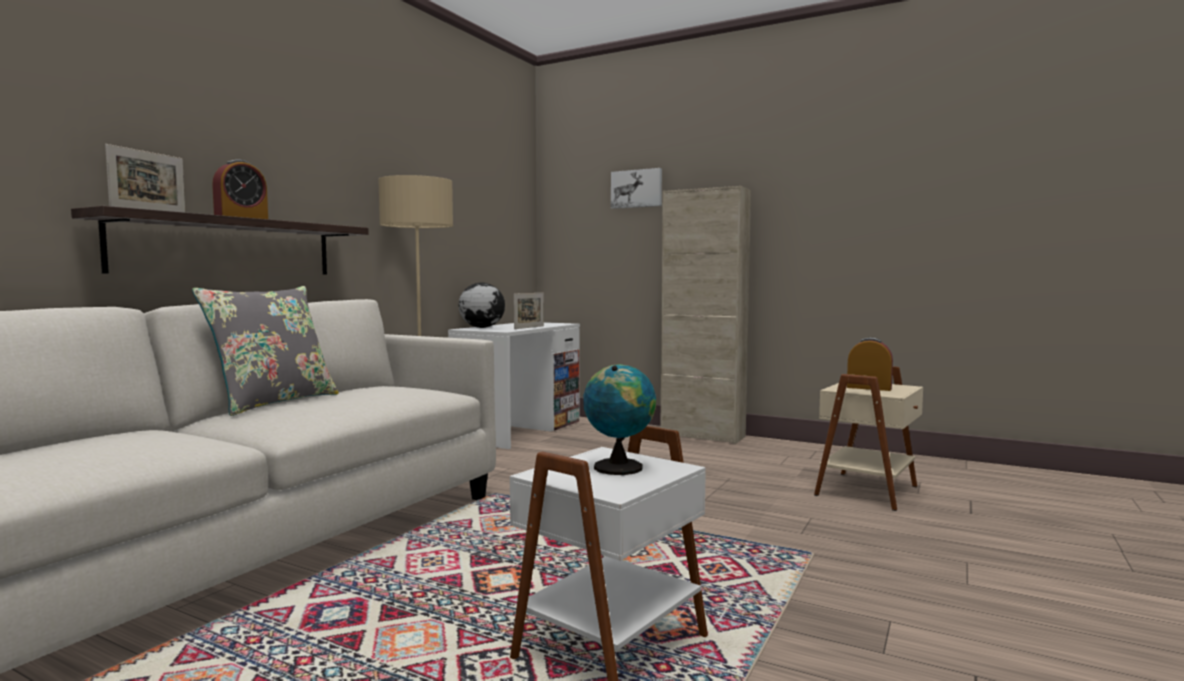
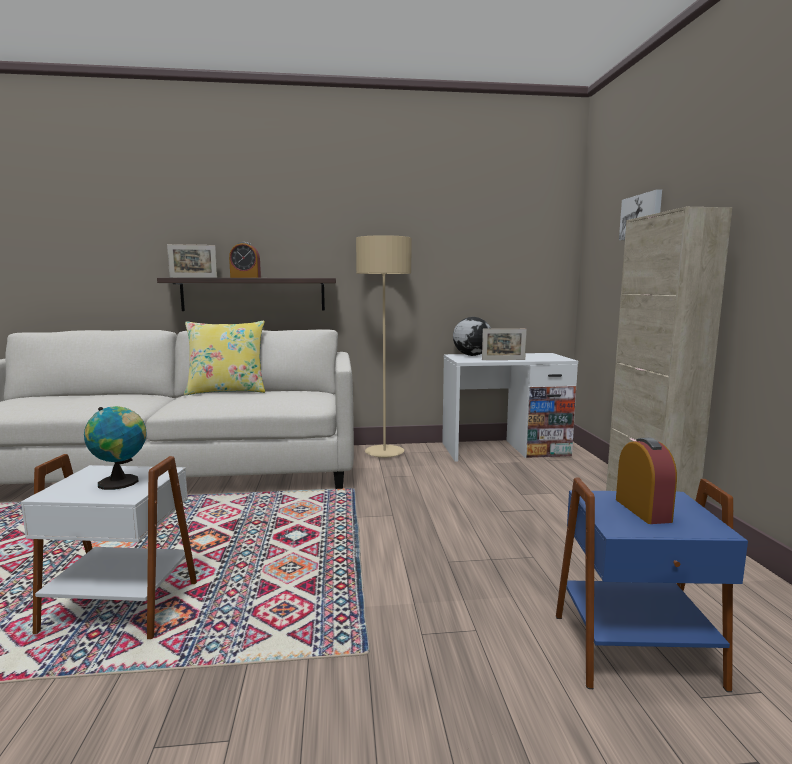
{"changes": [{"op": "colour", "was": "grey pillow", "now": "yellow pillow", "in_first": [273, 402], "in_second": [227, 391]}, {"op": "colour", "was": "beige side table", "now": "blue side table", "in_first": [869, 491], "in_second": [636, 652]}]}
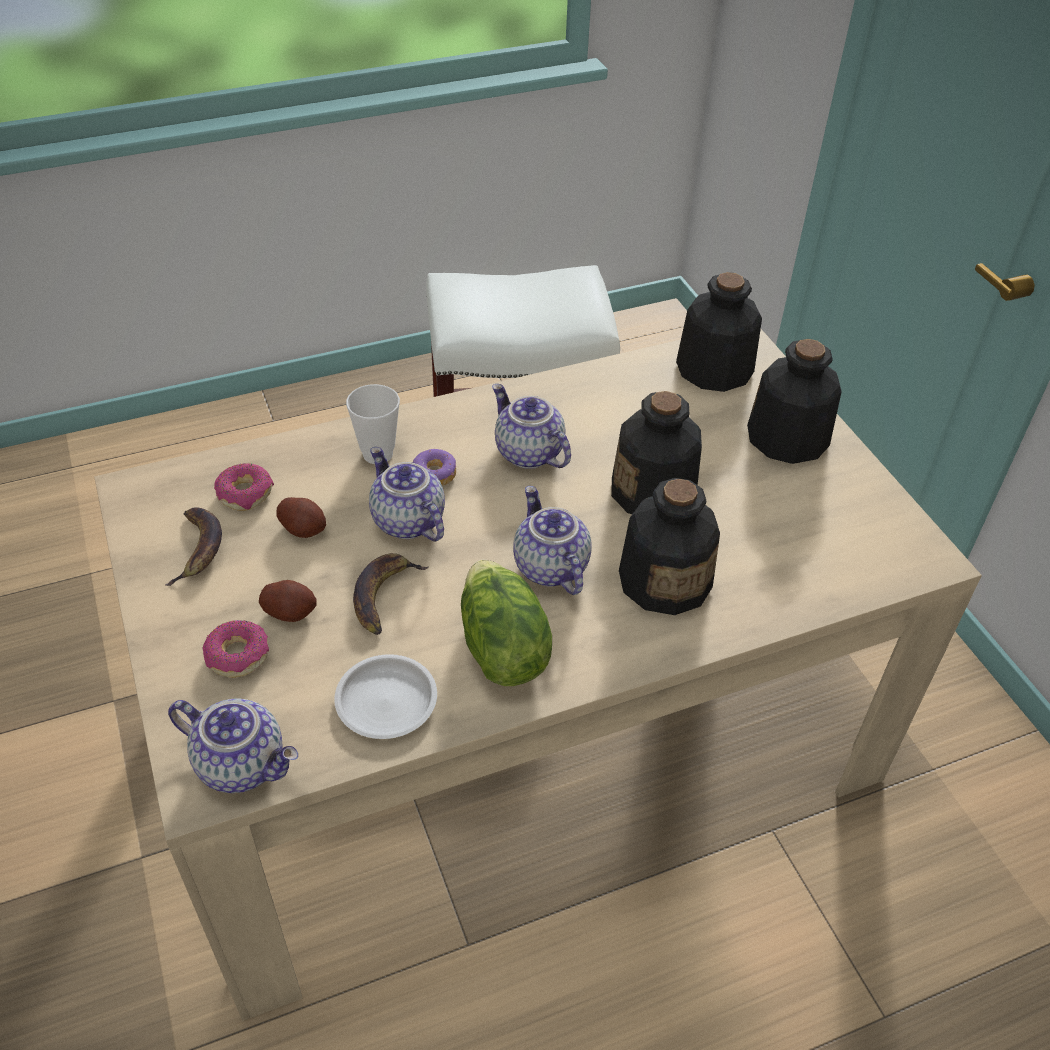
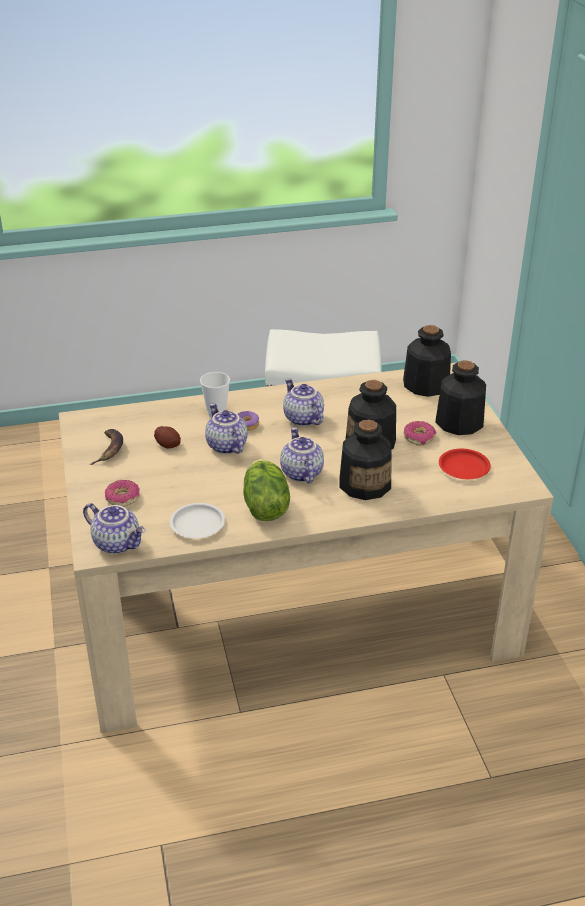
{"changes": [{"op": "relocated", "was": "donut", "in_first": [245, 493], "in_second": [419, 437]}, {"op": "missing", "was": "potato", "in_first": [290, 612]}, {"op": "missing", "was": "banana", "in_first": [384, 595]}, {"op": "appeared", "now": "red plate", "in_second": [463, 468]}]}
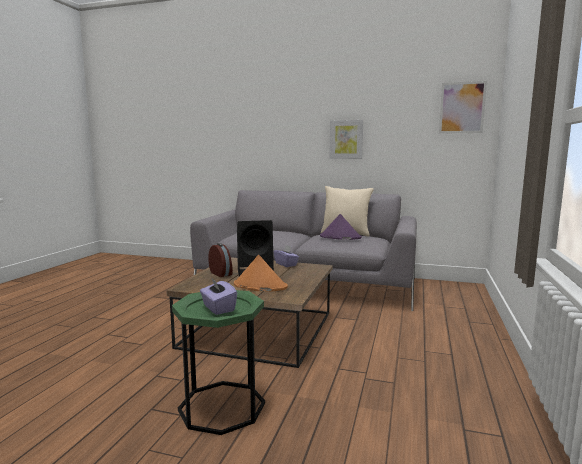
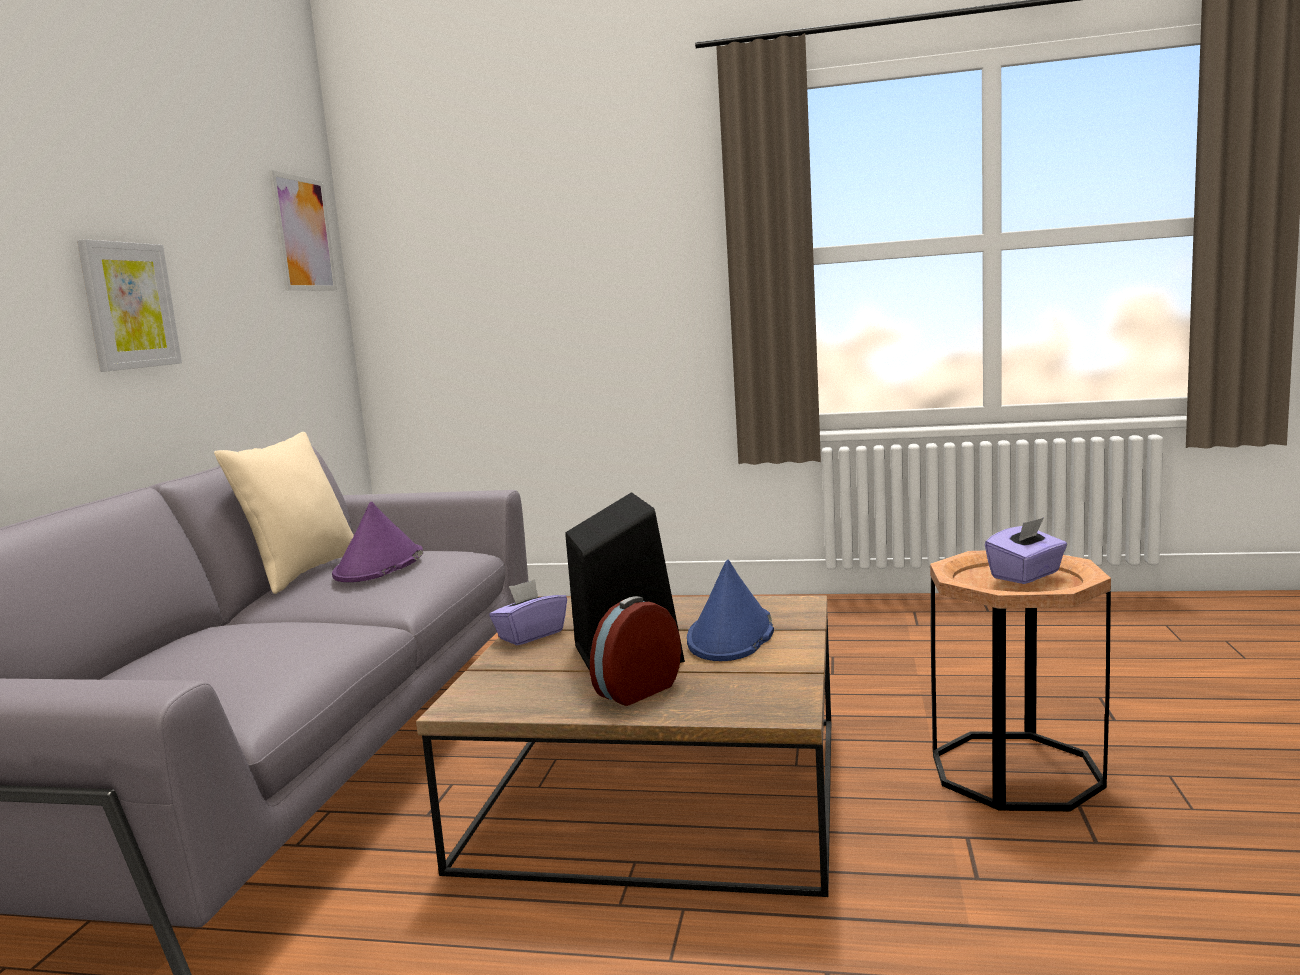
{"changes": [{"op": "colour", "was": "green side table", "now": "brown side table", "in_first": [222, 406], "in_second": [1016, 771]}, {"op": "colour", "was": "orange hat", "now": "blue hat", "in_first": [260, 286], "in_second": [731, 636]}]}
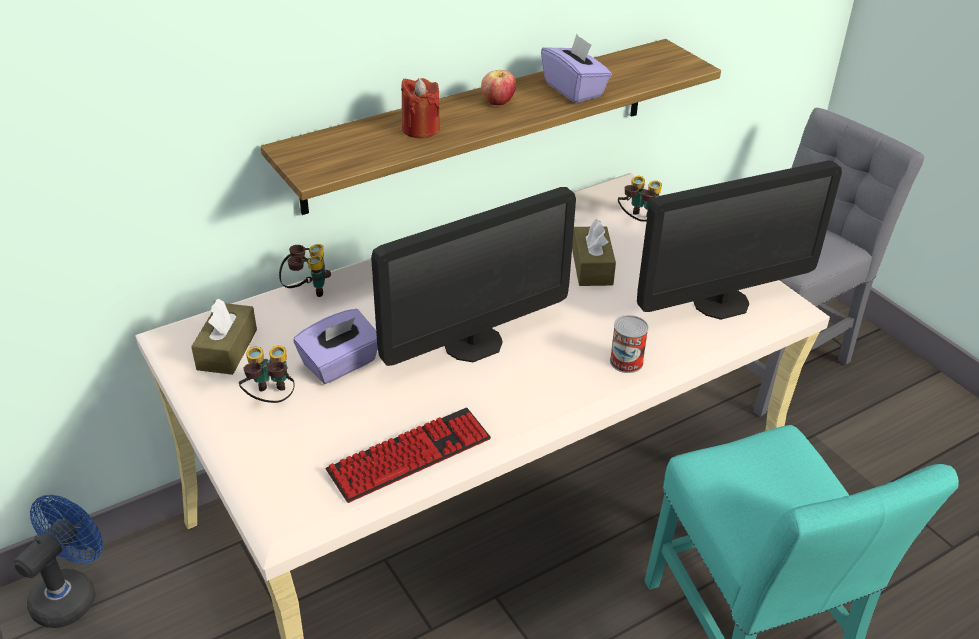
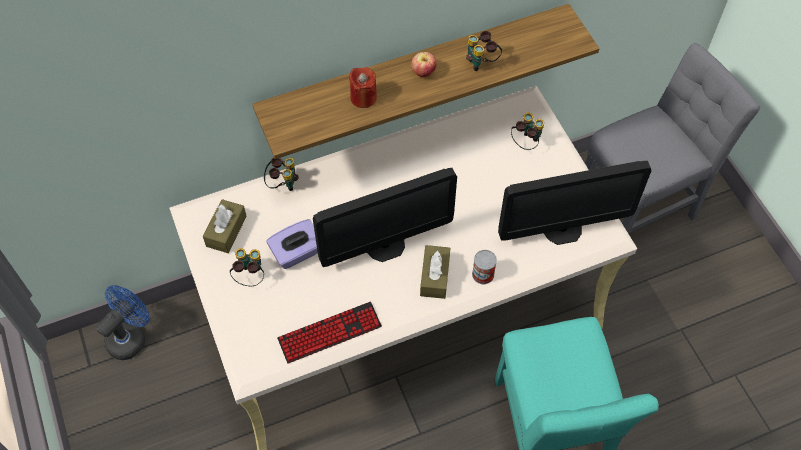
{"changes": [{"op": "exchanged", "was": "purple tissue box", "now": "binoculars", "in_first": [574, 89], "in_second": [482, 62]}, {"op": "relocated", "was": "brown tissue box", "in_first": [592, 267], "in_second": [435, 276]}]}
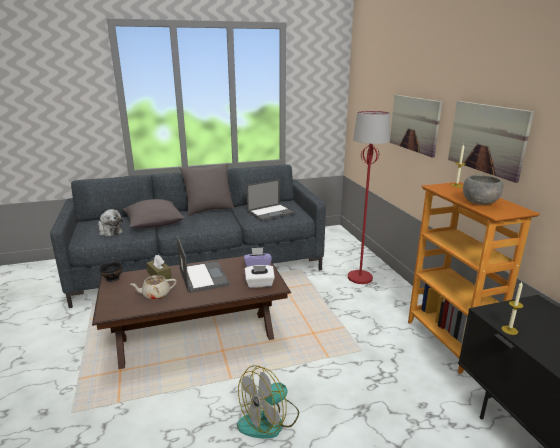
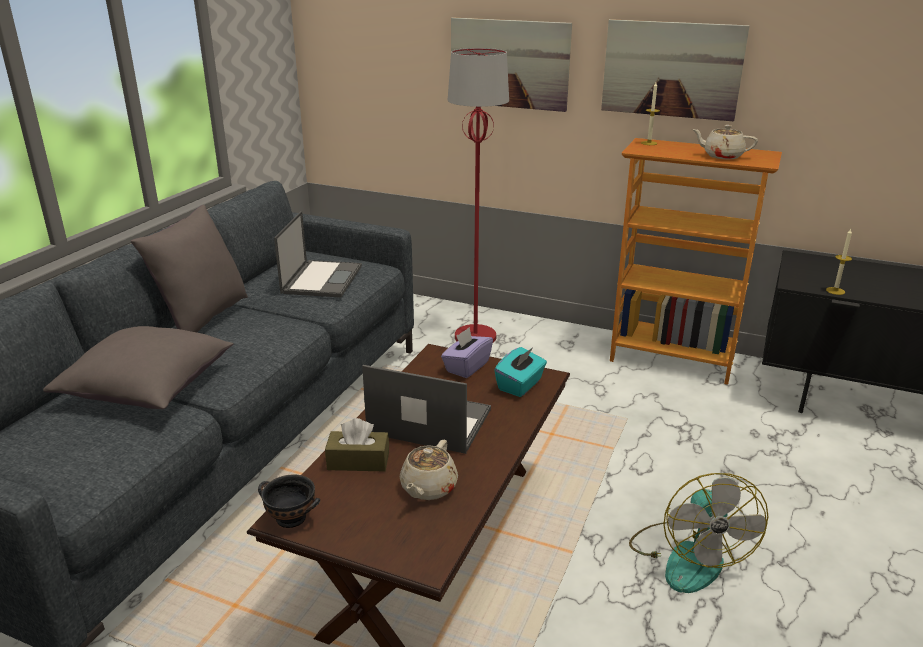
{"changes": [{"op": "missing", "was": "plush toy", "in_first": [109, 231]}, {"op": "colour", "was": "white tissue box", "now": "turquoise tissue box", "in_first": [259, 284], "in_second": [520, 385]}, {"op": "exchanged", "was": "grey bowl", "now": "beige teapot", "in_first": [480, 203], "in_second": [722, 156]}]}
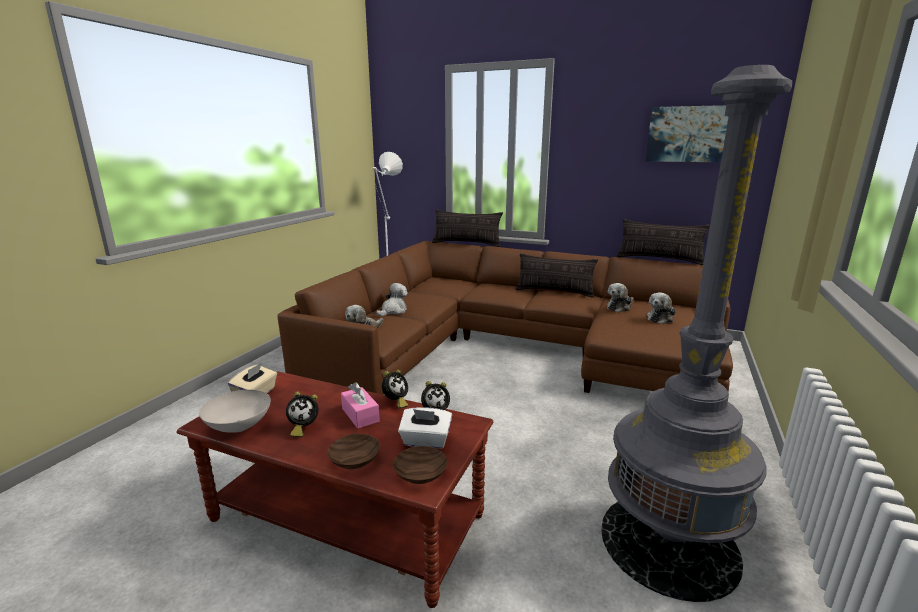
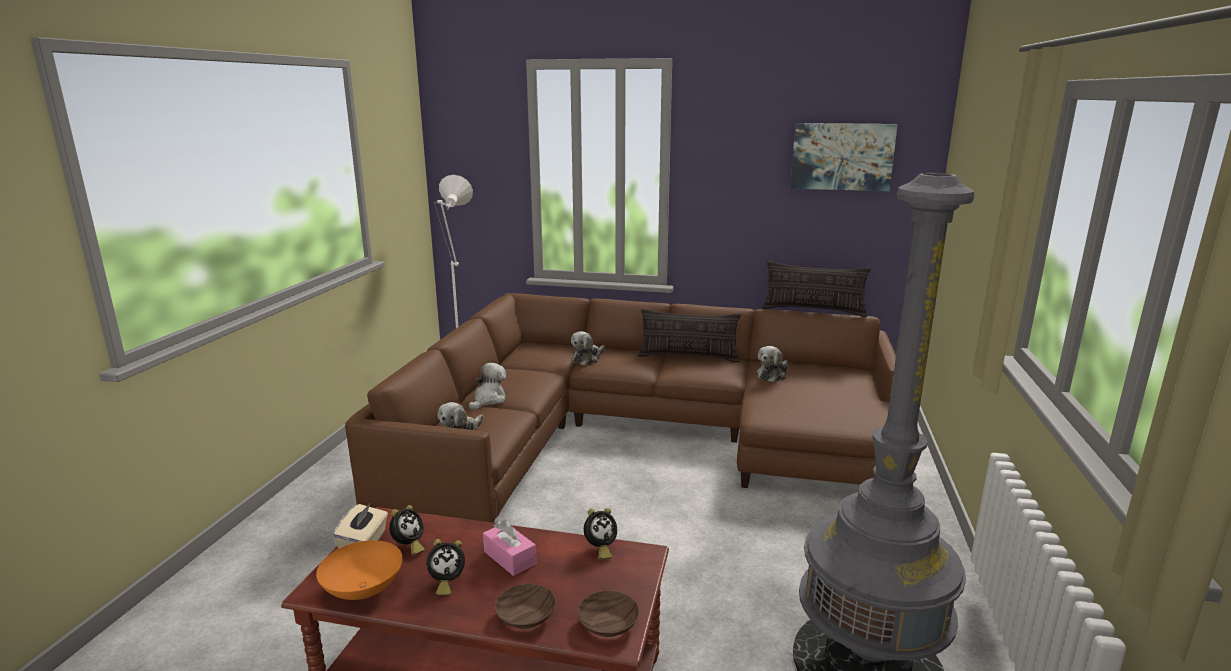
{"changes": [{"op": "colour", "was": "white bowl", "now": "orange bowl", "in_first": [238, 426], "in_second": [362, 590]}, {"op": "relocated", "was": "alarm clock", "in_first": [395, 402], "in_second": [408, 547]}, {"op": "missing", "was": "white tissue box", "in_first": [425, 441]}, {"op": "missing", "was": "pillow", "in_first": [466, 244]}, {"op": "relocated", "was": "plush toy", "in_first": [661, 318], "in_second": [587, 359]}]}
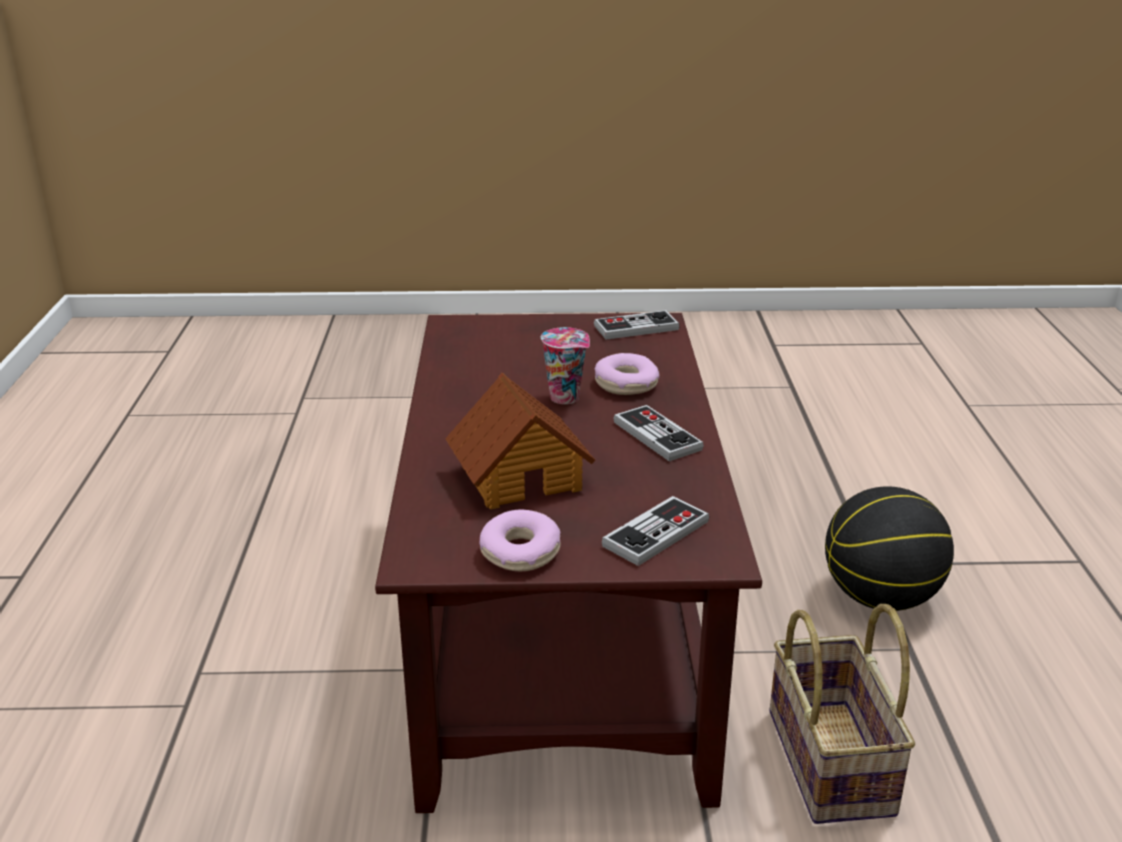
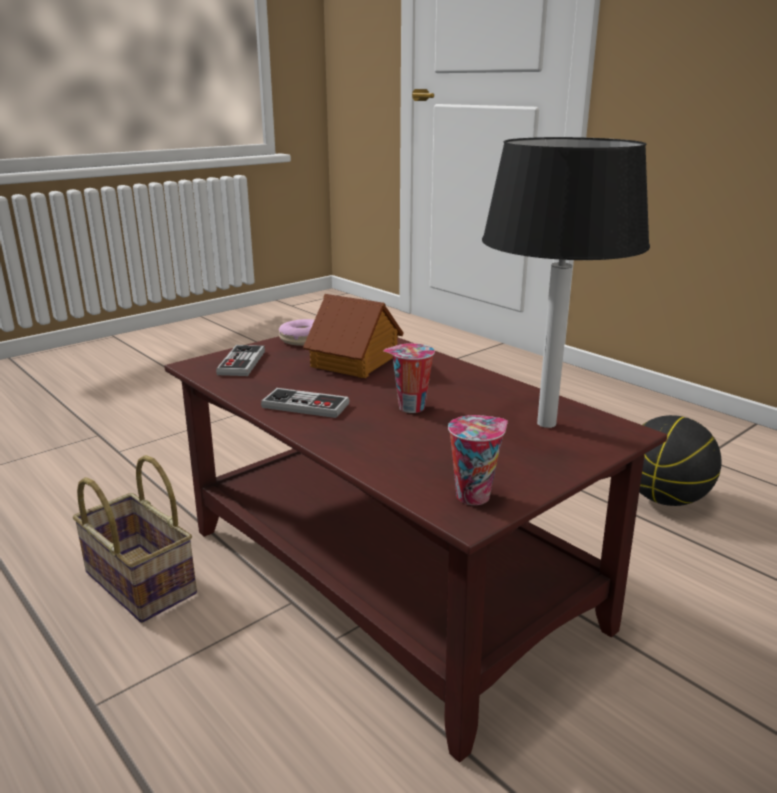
{"changes": [{"op": "exchanged", "was": "game controller", "now": "cup", "in_first": [636, 328], "in_second": [474, 495]}, {"op": "missing", "was": "donut", "in_first": [626, 384]}, {"op": "relocated", "was": "basketball", "in_first": [879, 597], "in_second": [665, 499]}, {"op": "appeared", "now": "black table lamp", "in_second": [546, 424]}]}
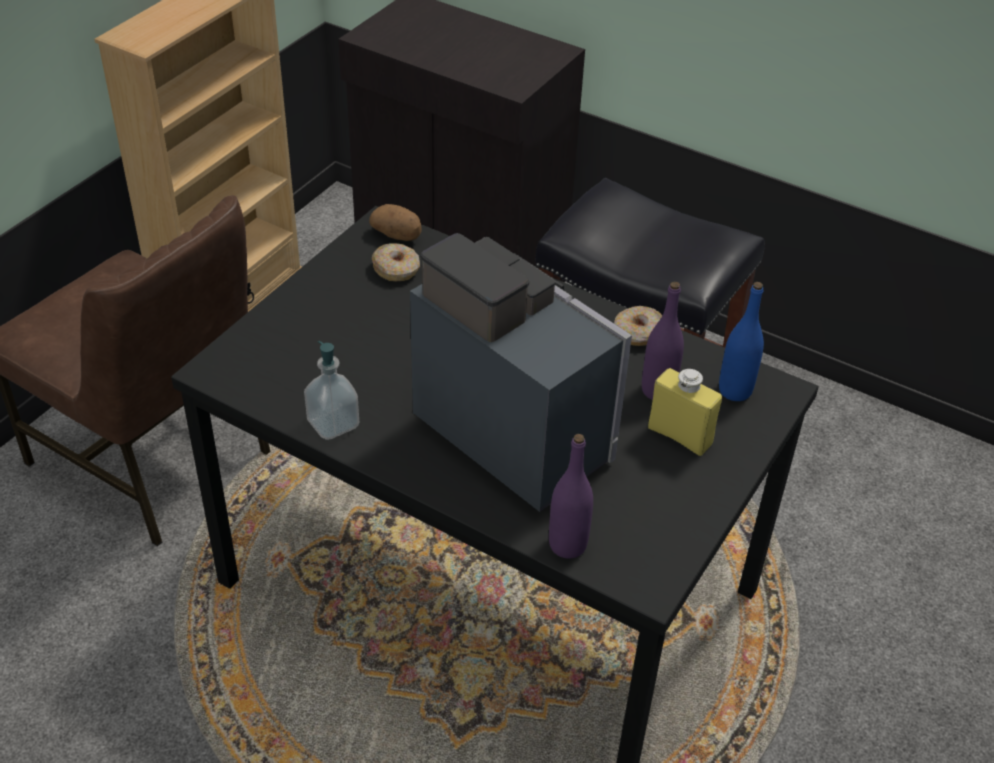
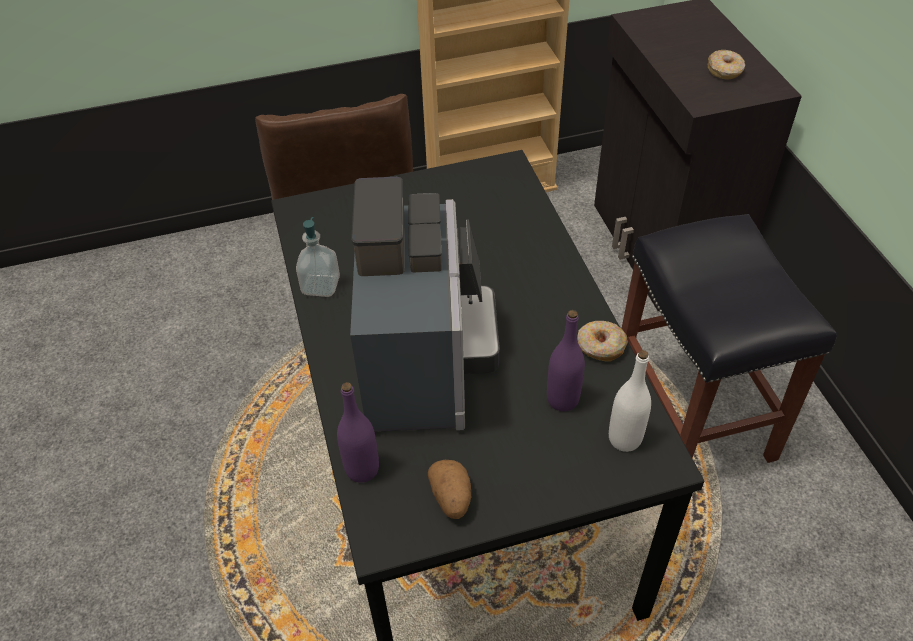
{"changes": [{"op": "relocated", "was": "potato", "in_first": [397, 235], "in_second": [451, 498]}, {"op": "relocated", "was": "donut", "in_first": [396, 269], "in_second": [724, 71]}, {"op": "missing", "was": "yellow bottle", "in_first": [680, 436]}, {"op": "colour", "was": "blue bottle", "now": "white bottle", "in_first": [735, 390], "in_second": [624, 439]}]}
